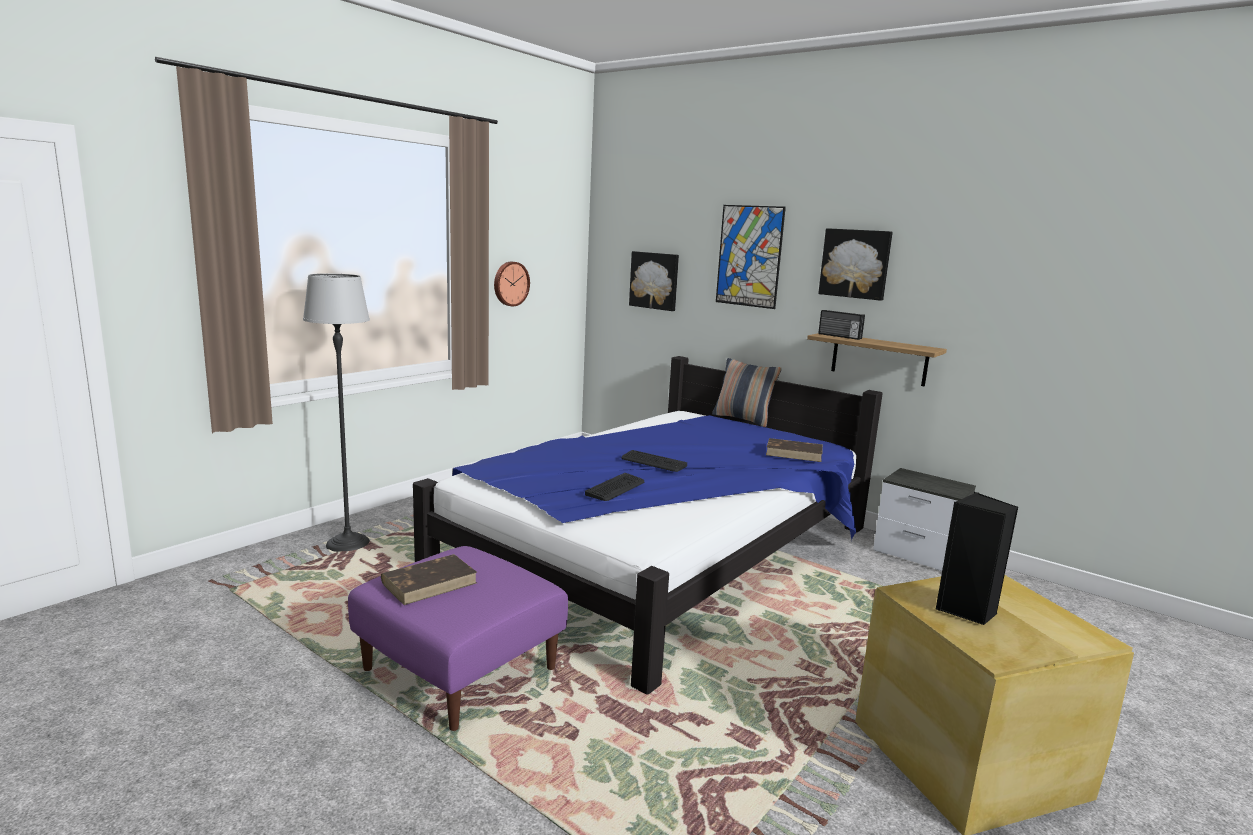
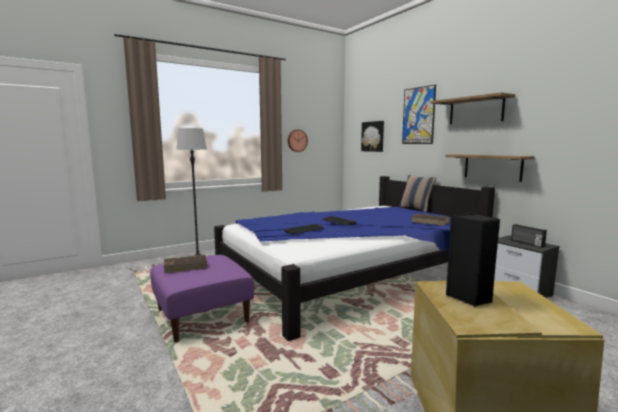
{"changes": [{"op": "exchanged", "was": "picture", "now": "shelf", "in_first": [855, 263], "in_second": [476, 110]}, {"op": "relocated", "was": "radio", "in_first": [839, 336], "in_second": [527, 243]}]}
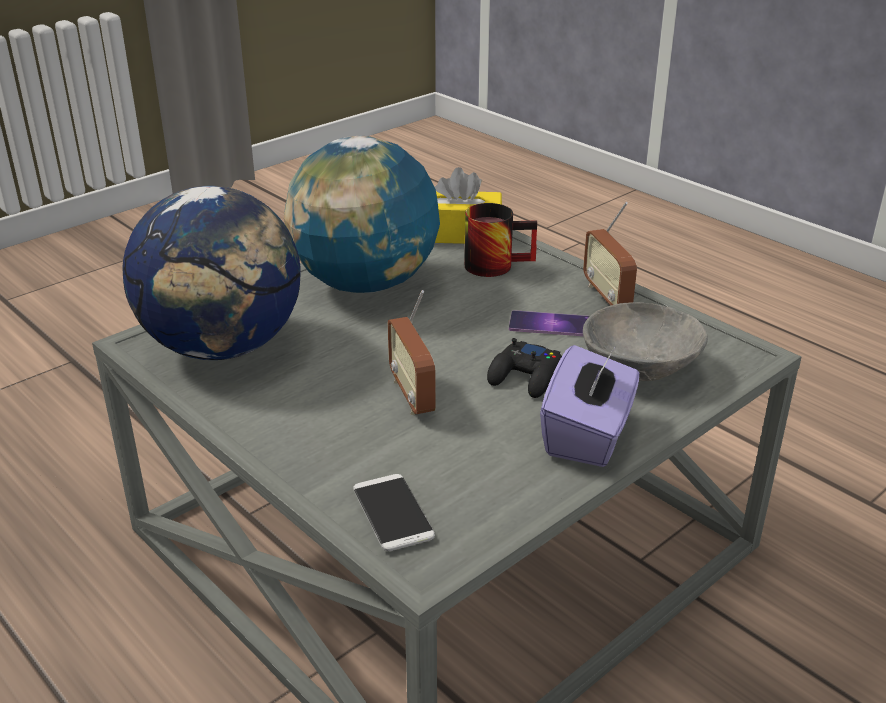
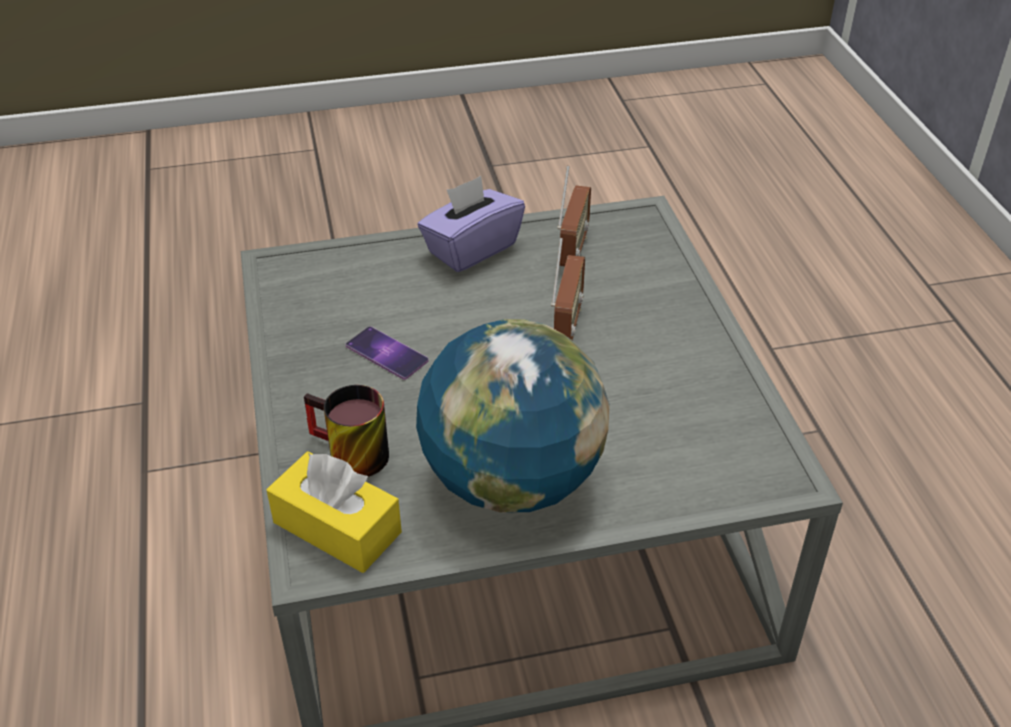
{"changes": [{"op": "missing", "was": "globe", "in_first": [224, 347]}, {"op": "missing", "was": "phone", "in_first": [393, 513]}, {"op": "missing", "was": "black game controller", "in_first": [526, 377]}, {"op": "relocated", "was": "radio", "in_first": [607, 297], "in_second": [573, 251]}, {"op": "missing", "was": "grey bowl", "in_first": [642, 368]}]}
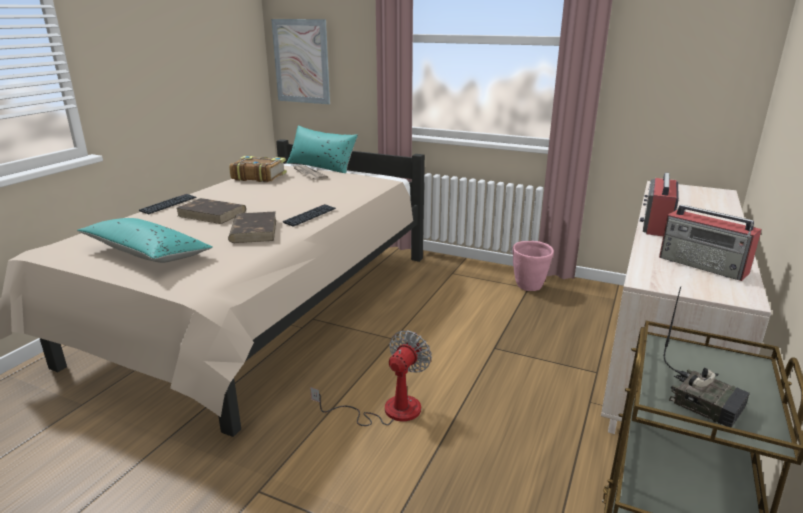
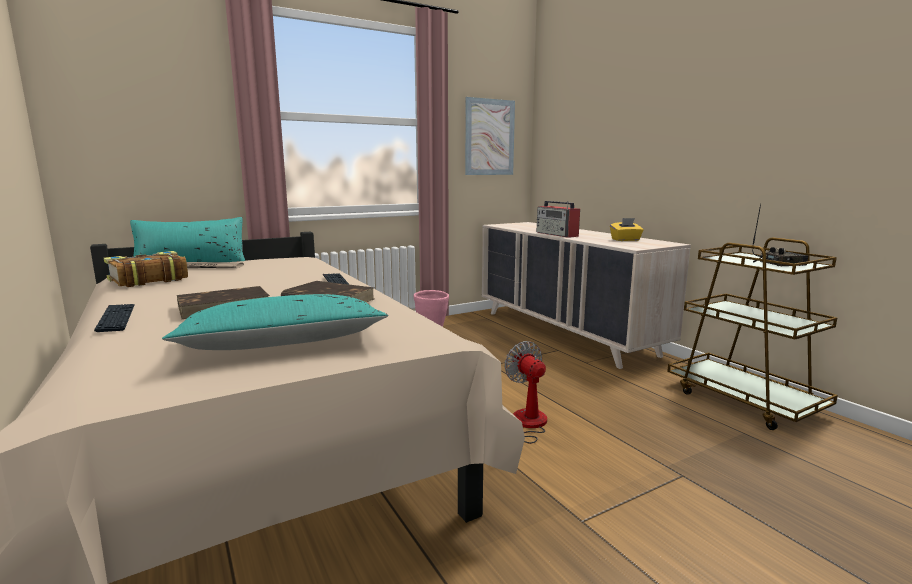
{"changes": [{"op": "relocated", "was": "picture", "in_first": [301, 61], "in_second": [489, 137]}, {"op": "exchanged", "was": "radio", "now": "yellow tissue box", "in_first": [703, 265], "in_second": [625, 240]}]}
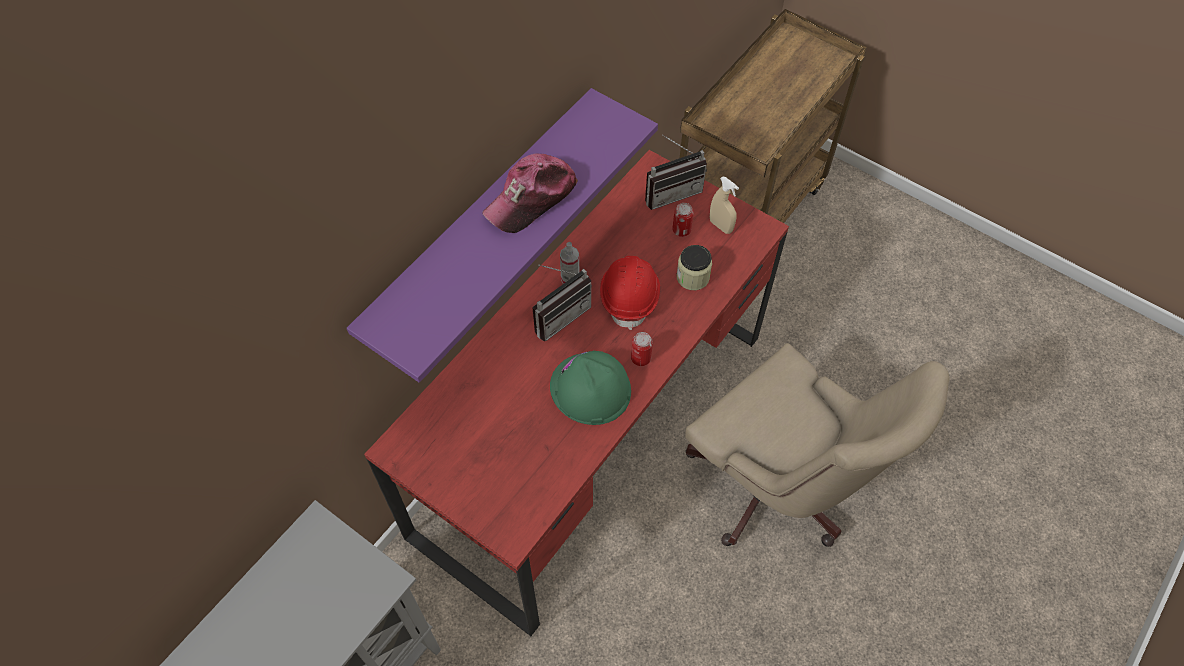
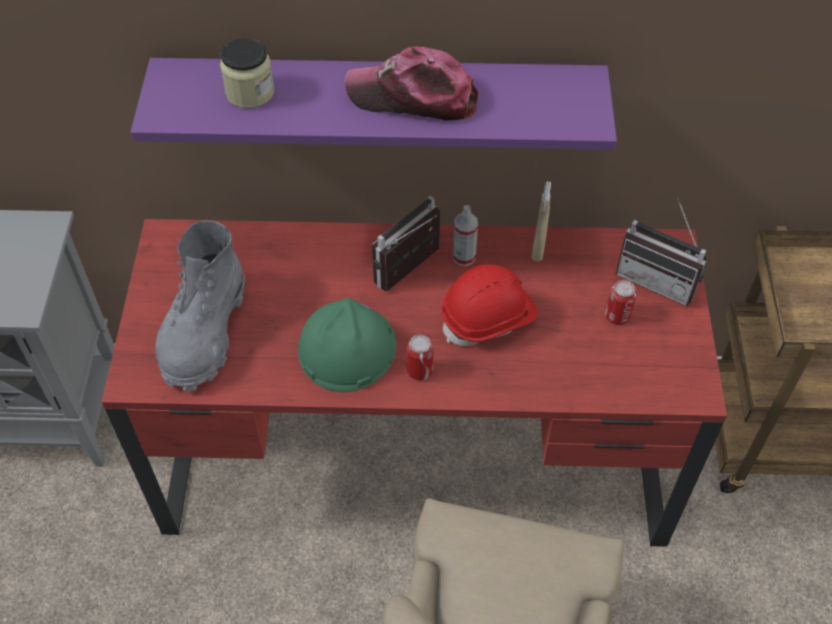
{"changes": [{"op": "spun", "was": "radio", "in_first": [558, 314], "in_second": [413, 272], "clockwise": 120}, {"op": "relocated", "was": "jar", "in_first": [692, 277], "in_second": [250, 92]}, {"op": "relocated", "was": "beige spray bottle", "in_first": [720, 226], "in_second": [538, 250]}, {"op": "appeared", "now": "grey boot", "in_second": [204, 332]}]}
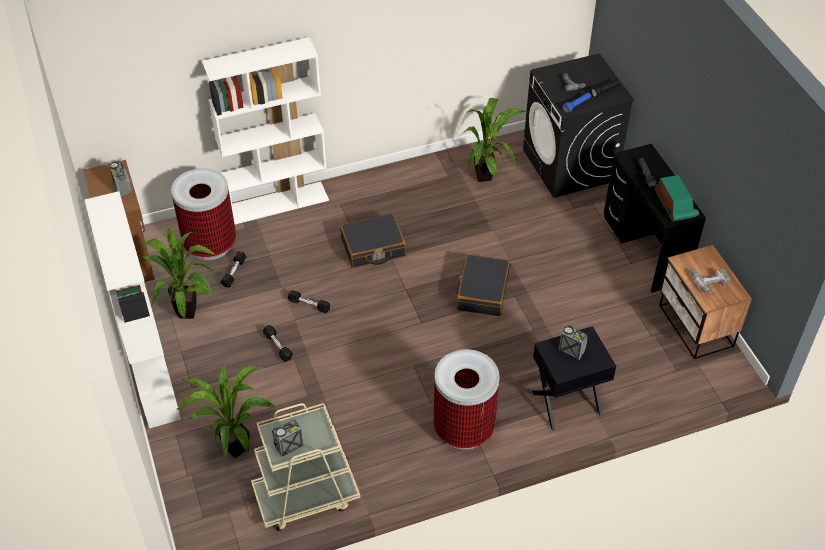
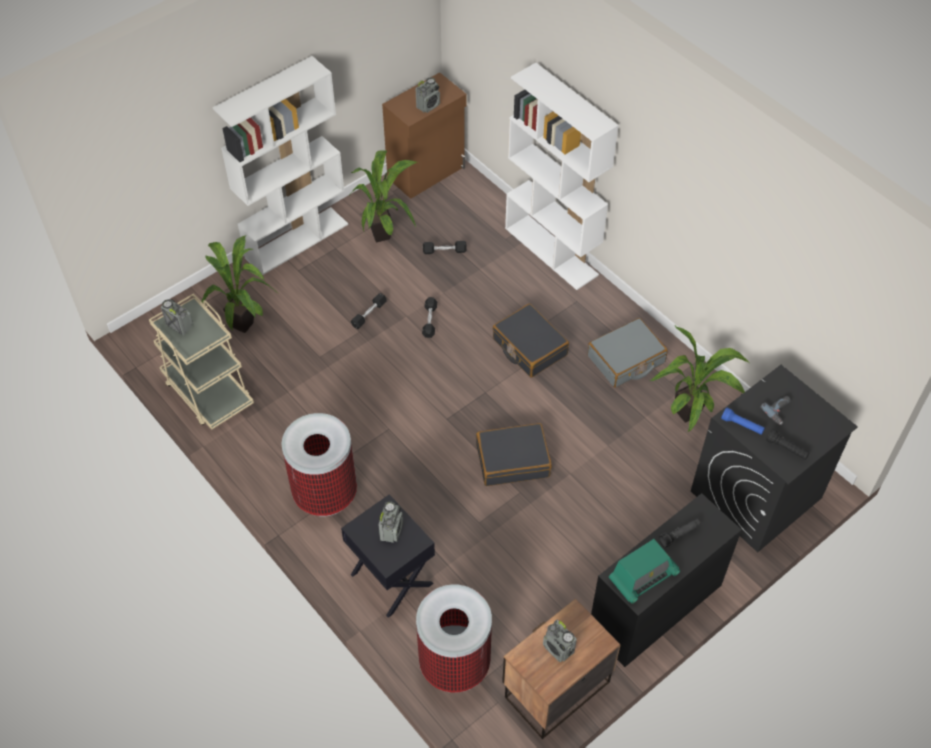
{"changes": [{"op": "relocated", "was": "trash can", "in_first": [210, 244], "in_second": [454, 664]}, {"op": "exchanged", "was": "power drill", "now": "radio", "in_first": [708, 279], "in_second": [558, 649]}, {"op": "appeared", "now": "grey suitcase", "in_second": [626, 360]}]}
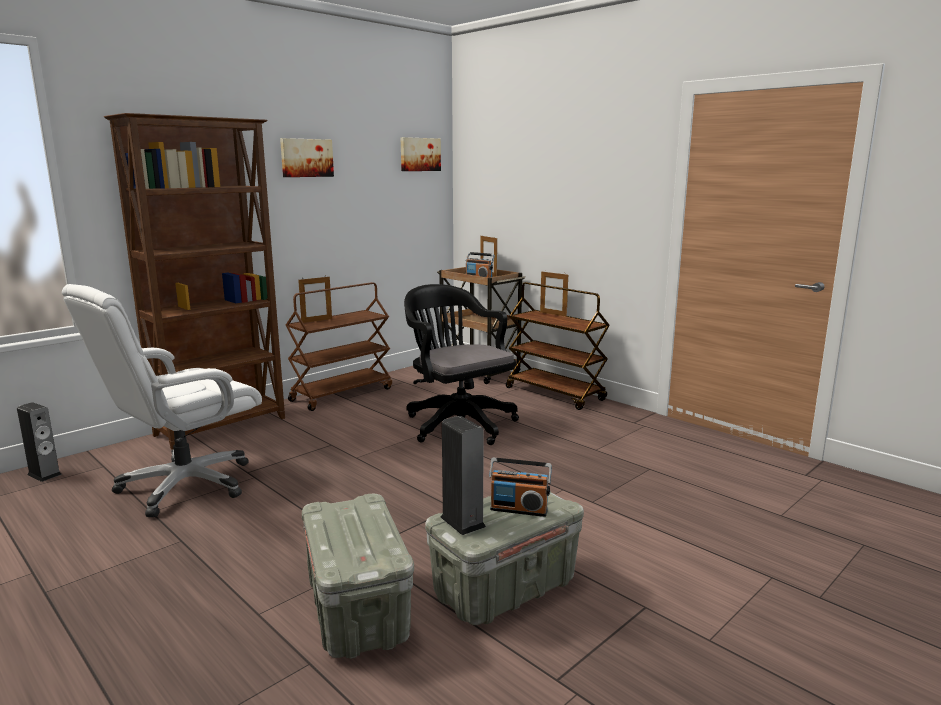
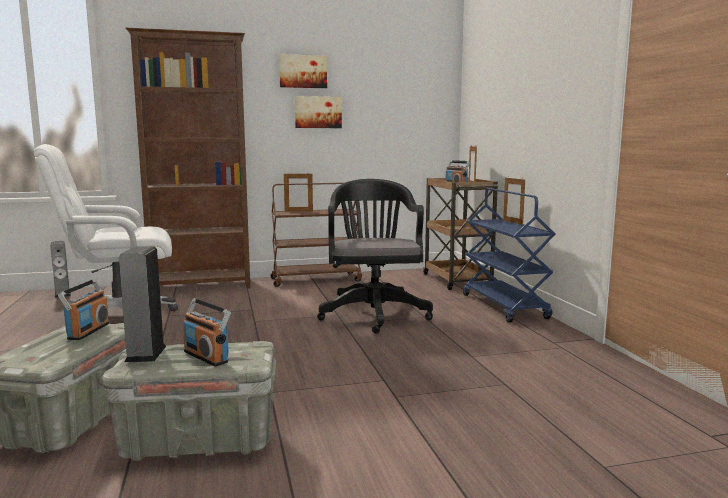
{"changes": [{"op": "relocated", "was": "picture", "in_first": [419, 154], "in_second": [318, 112]}, {"op": "colour", "was": "brown cart", "now": "blue cart", "in_first": [555, 394], "in_second": [504, 307]}, {"op": "appeared", "now": "radio", "in_second": [88, 331]}]}
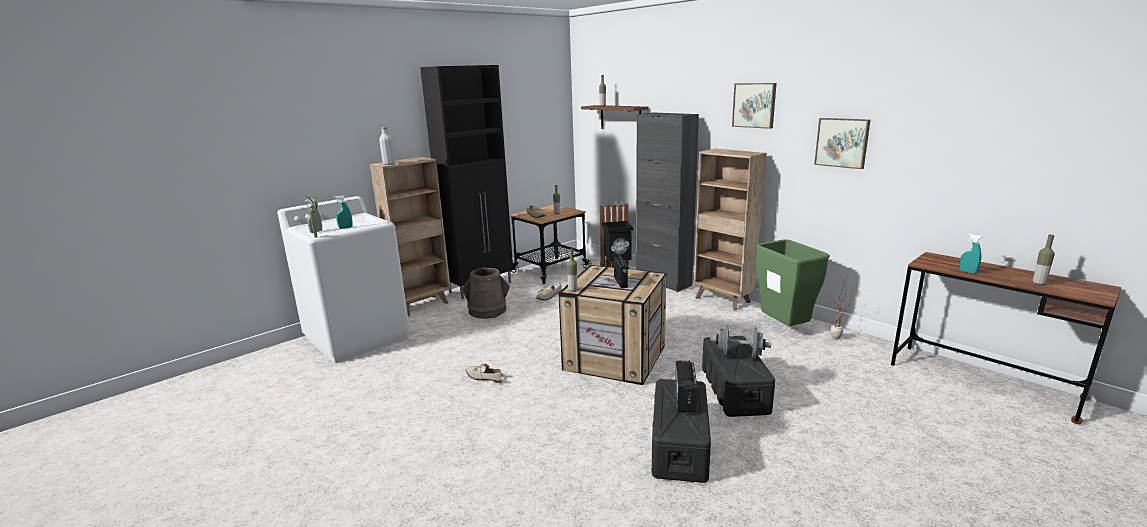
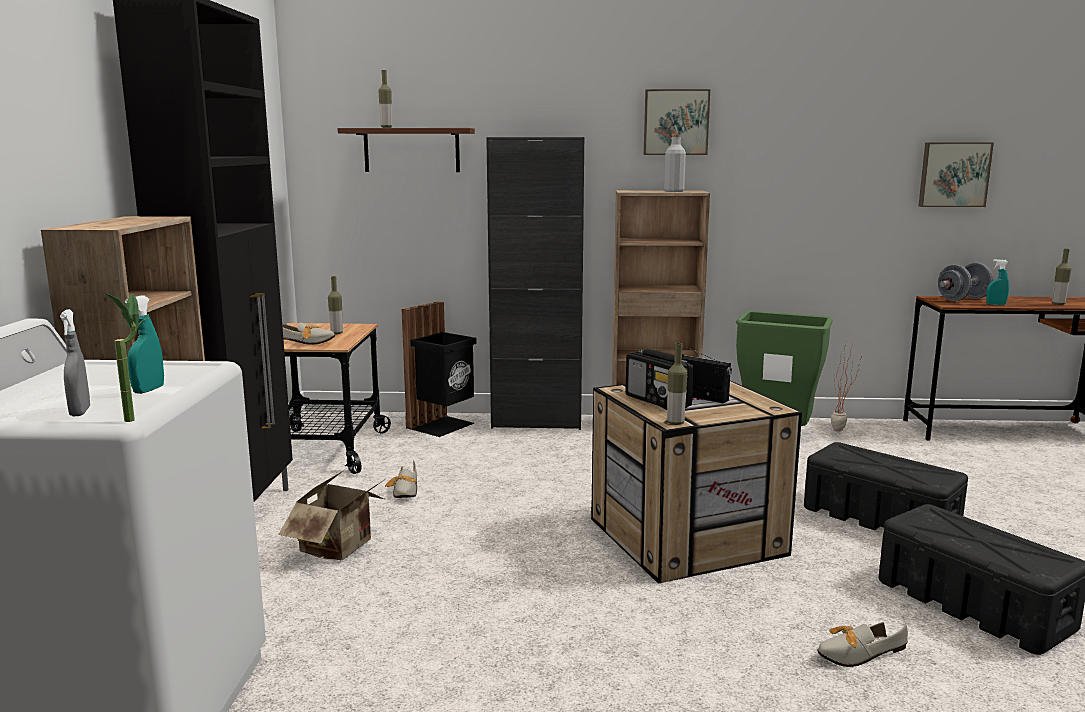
{"changes": [{"op": "relocated", "was": "grey bottle", "in_first": [389, 164], "in_second": [674, 191]}, {"op": "exchanged", "was": "brown bucket", "now": "cardboard box", "in_first": [487, 311], "in_second": [342, 547]}, {"op": "relocated", "was": "shoe", "in_first": [483, 376], "in_second": [853, 654]}, {"op": "relocated", "was": "radio", "in_first": [685, 400], "in_second": [658, 401]}, {"op": "relocated", "was": "grey dumbbell", "in_first": [739, 355], "in_second": [963, 299]}, {"op": "relocated", "was": "picture", "in_first": [842, 142], "in_second": [953, 174]}]}
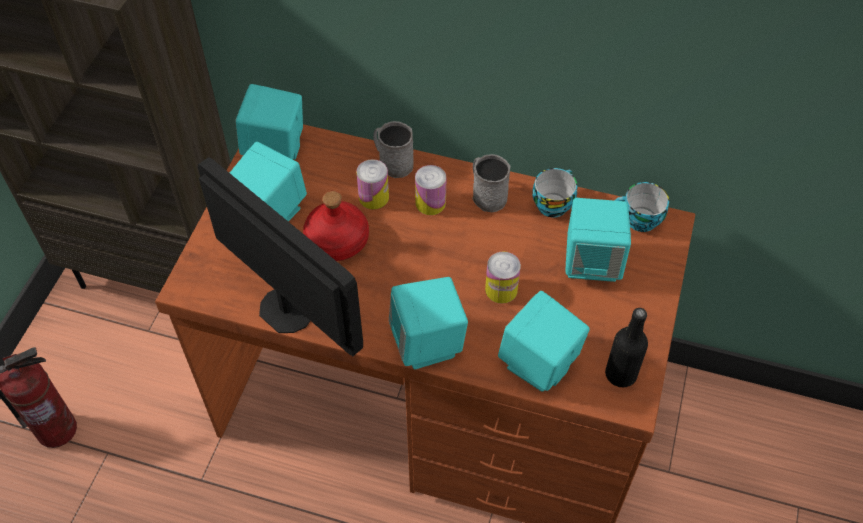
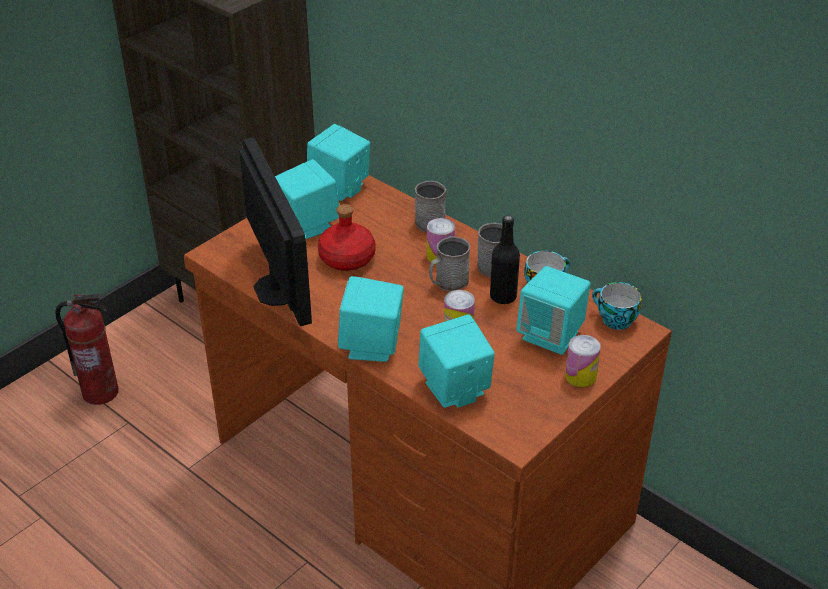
{"changes": [{"op": "relocated", "was": "can", "in_first": [373, 197], "in_second": [580, 376]}, {"op": "relocated", "was": "black bottle", "in_first": [620, 374], "in_second": [503, 297]}, {"op": "appeared", "now": "grey mug", "in_second": [448, 283]}]}
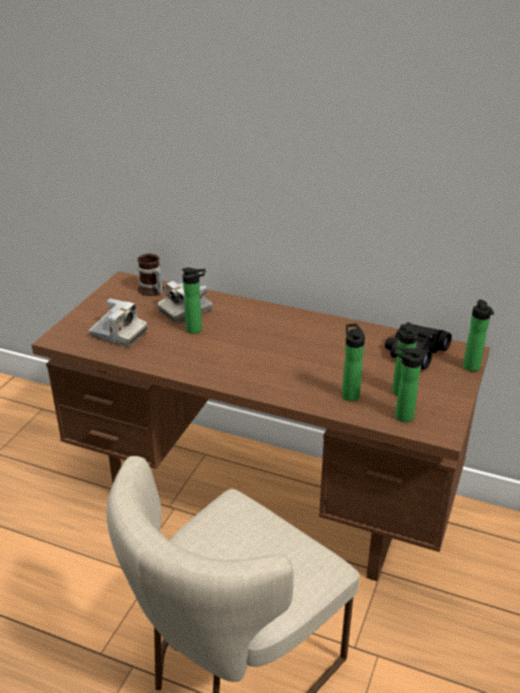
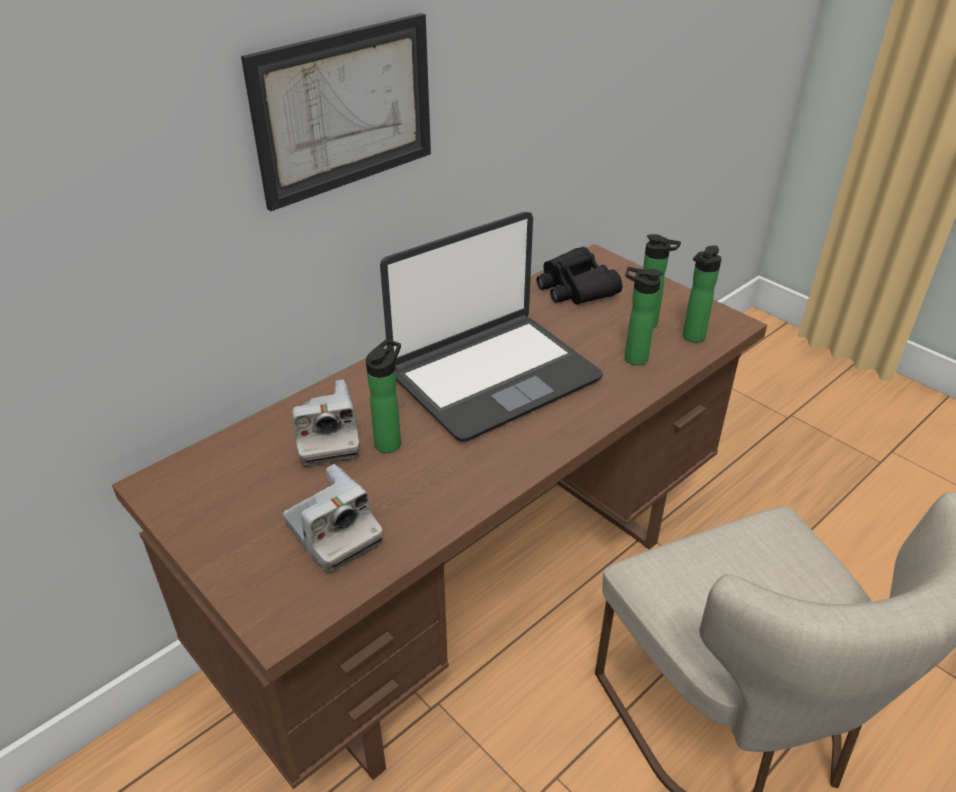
{"changes": [{"op": "spun", "was": "photo camera", "in_first": [118, 334], "in_second": [333, 533], "clockwise": 90}, {"op": "missing", "was": "mug", "in_first": [151, 291]}, {"op": "missing", "was": "bottle", "in_first": [472, 368]}, {"op": "appeared", "now": "picture", "in_second": [344, 109]}, {"op": "appeared", "now": "laptop", "in_second": [493, 376]}]}
